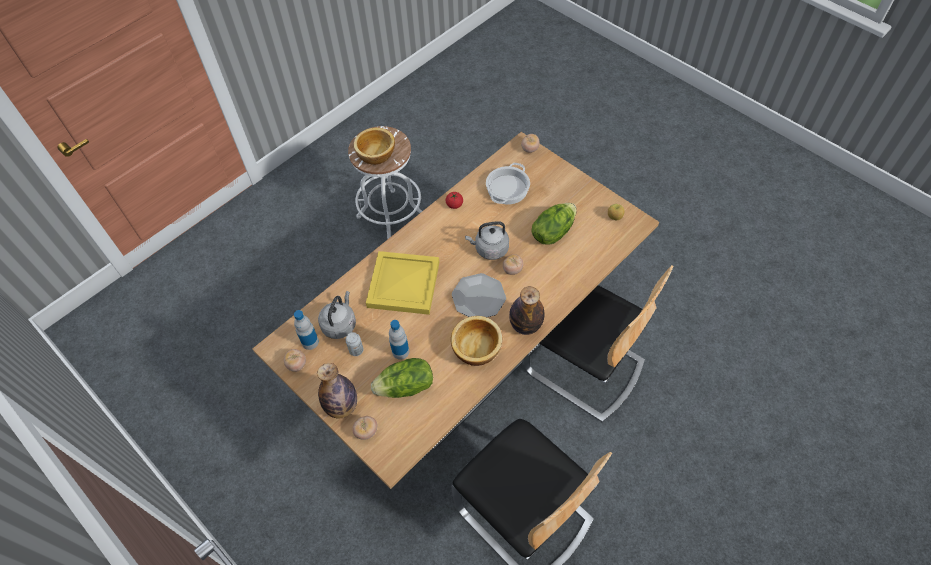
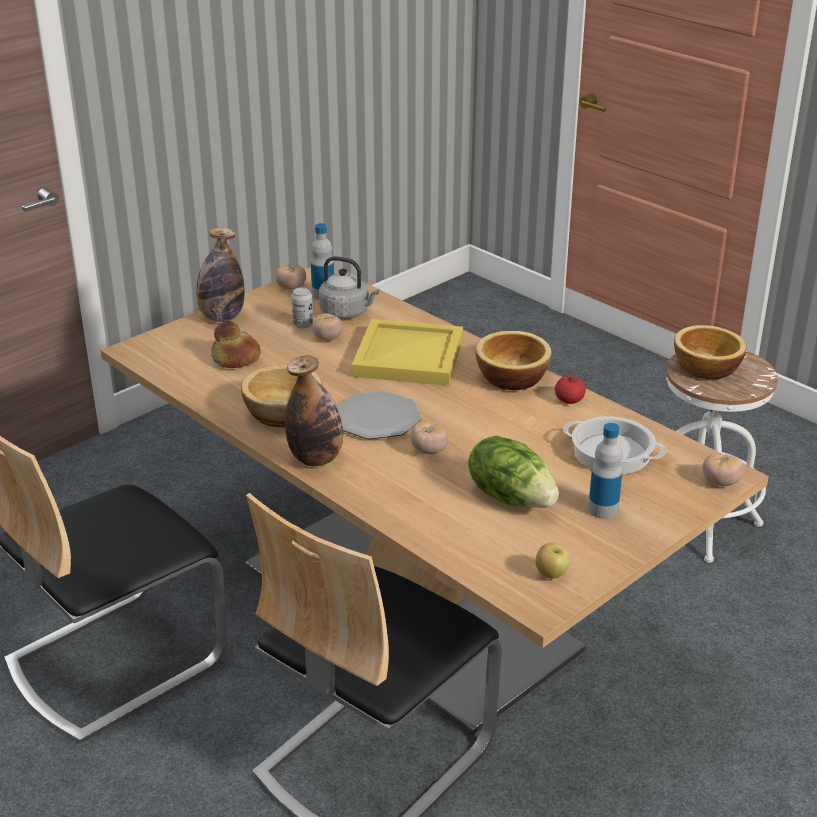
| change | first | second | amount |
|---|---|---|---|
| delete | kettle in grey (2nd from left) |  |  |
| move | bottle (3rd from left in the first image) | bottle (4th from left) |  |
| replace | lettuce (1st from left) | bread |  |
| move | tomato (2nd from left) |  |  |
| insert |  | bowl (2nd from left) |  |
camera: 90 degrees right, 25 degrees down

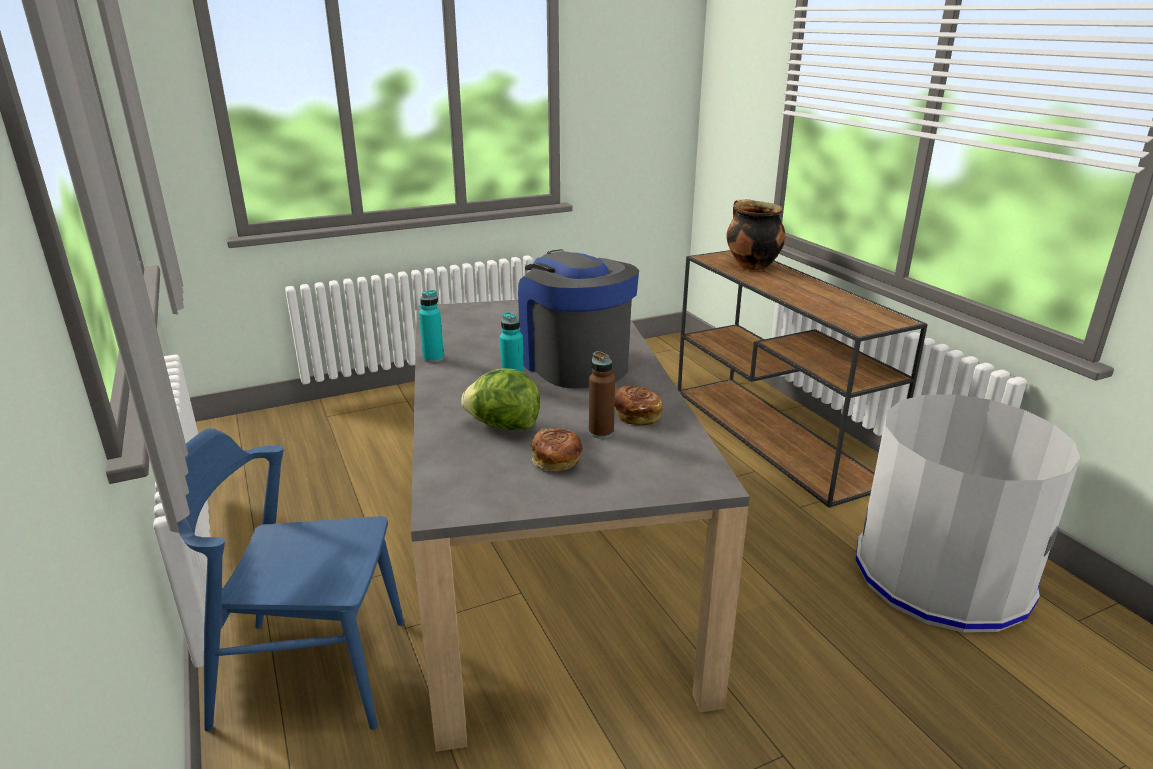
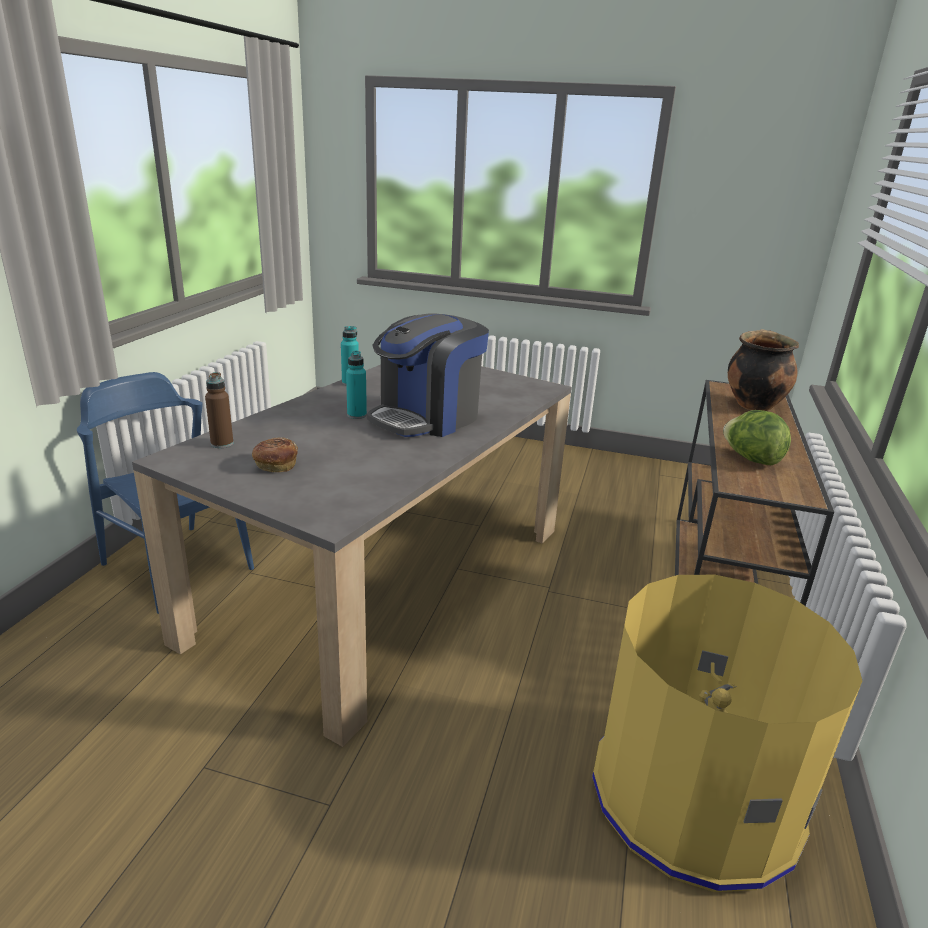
| change | first | second | amount |
|---|---|---|---|
| rotate | coffee machine |  | 150 degrees counterclockwise |
| move | bottle in brown |  |  |
| move | lettuce |  |  |
| delete | bread (2nd from left) |  |  |
| recolor | trash can in grey | trash can in yellow |  |
camera: 40 degrees right, 0 degrees up

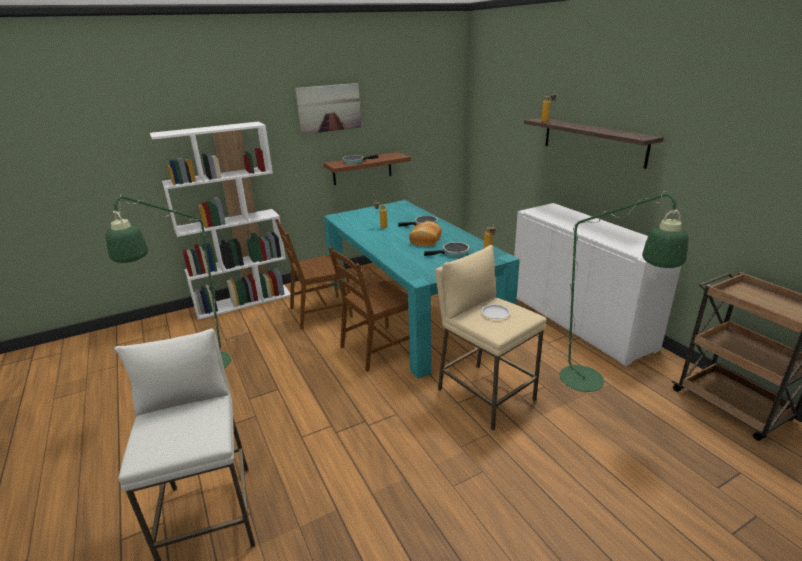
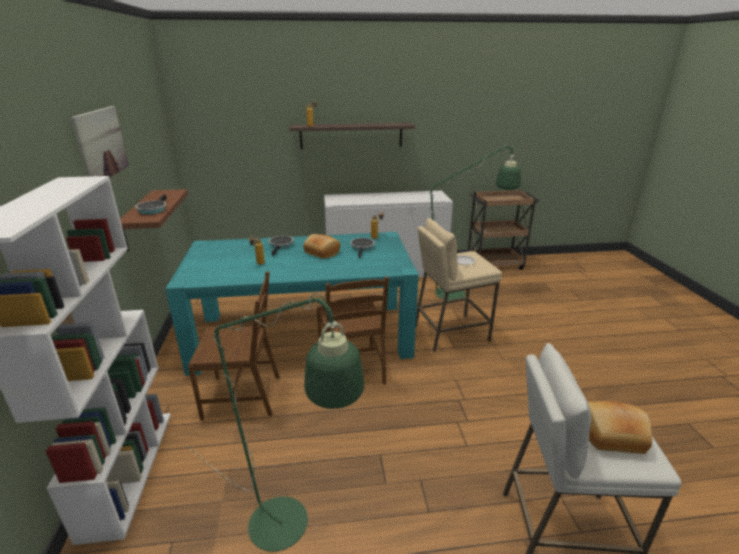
| change | first | second | amount |
|---|---|---|---|
| rotate | chair in brown (1st from left) |  | 90 degrees counterclockwise |
| insert |  | bread (2nd from left) |  |
camera: 70 degrees left, 0 degrees up

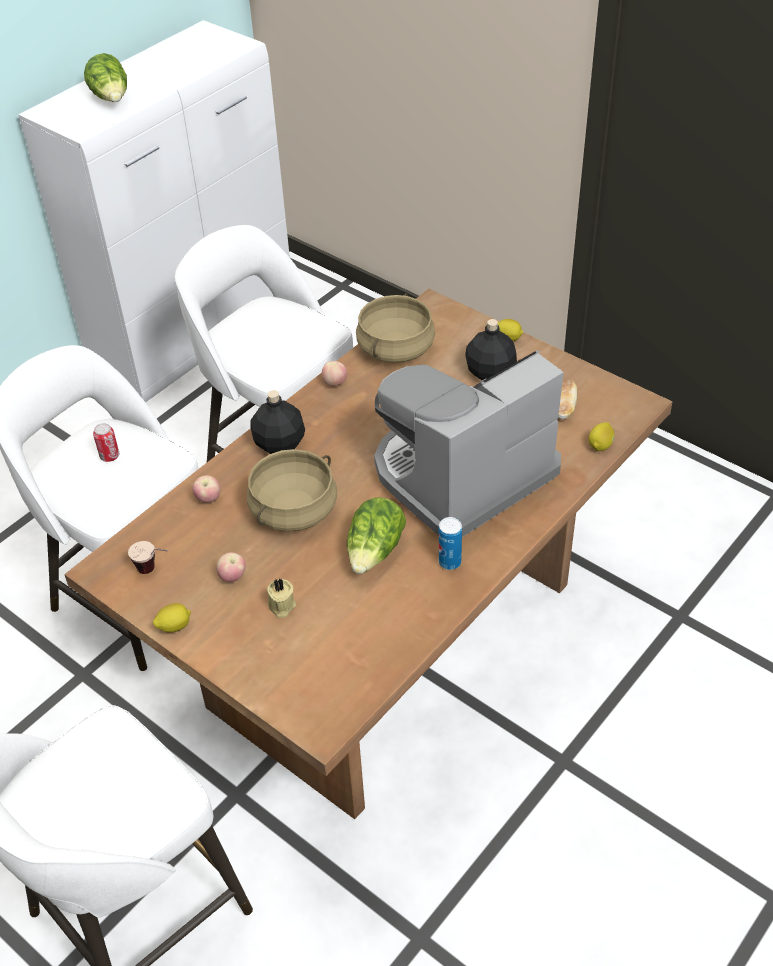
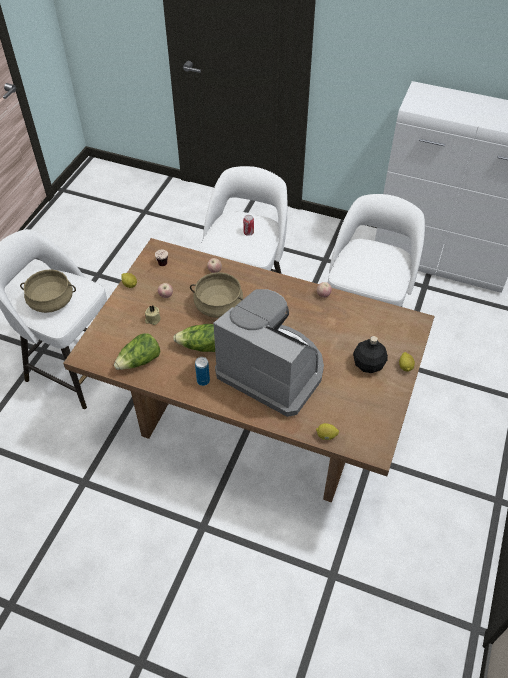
| change | first | second | amount |
|---|---|---|---|
| move | lettuce (1st from left) |  |  |
| move | cooking pot in beige (2nd from left in the first image) | cooking pot in beige (1st from left) |  |
| delete | bread |  |  |
| delete | bottle in black (1st from left) |  |  |
camera: 70 degrees right, 5 degrees up

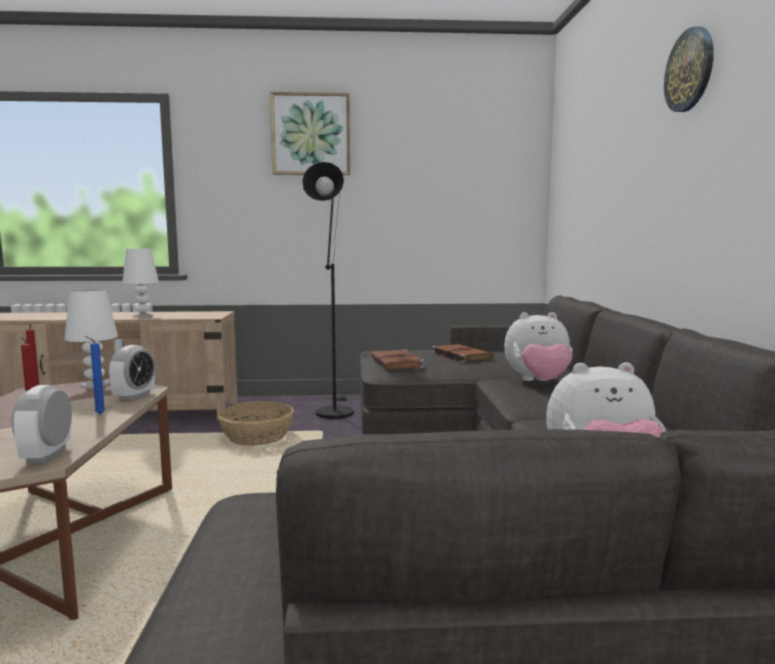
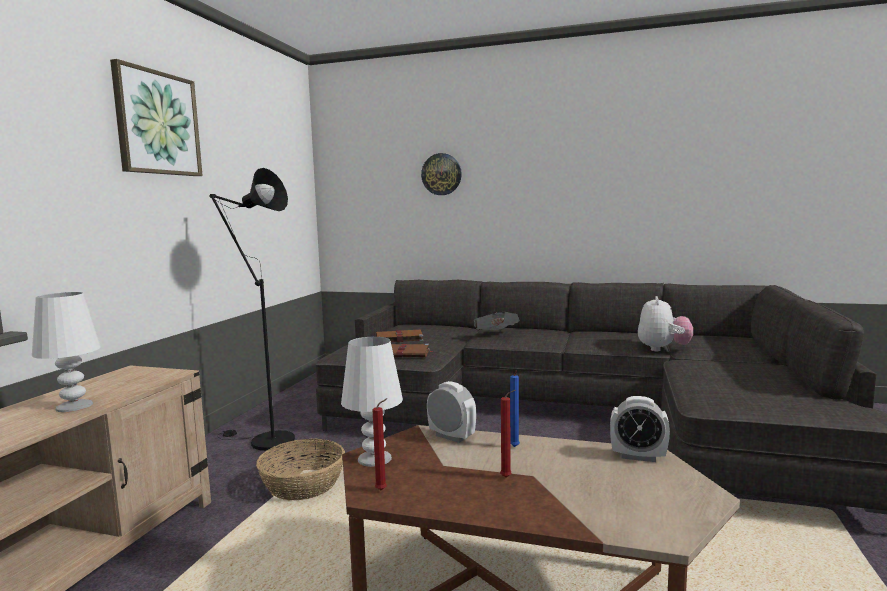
| change | first | second | amount |
|---|---|---|---|
| move | wall clock |  |  |
| replace | plush toy (1st from left) | newspaper |  |
camera: 70 degrees left, 0 degrees up

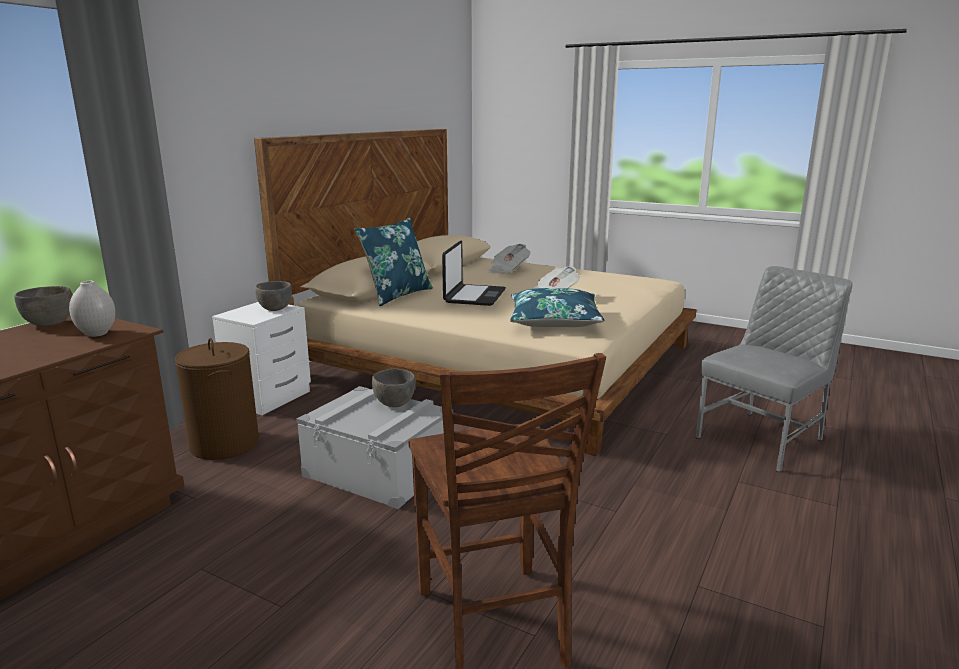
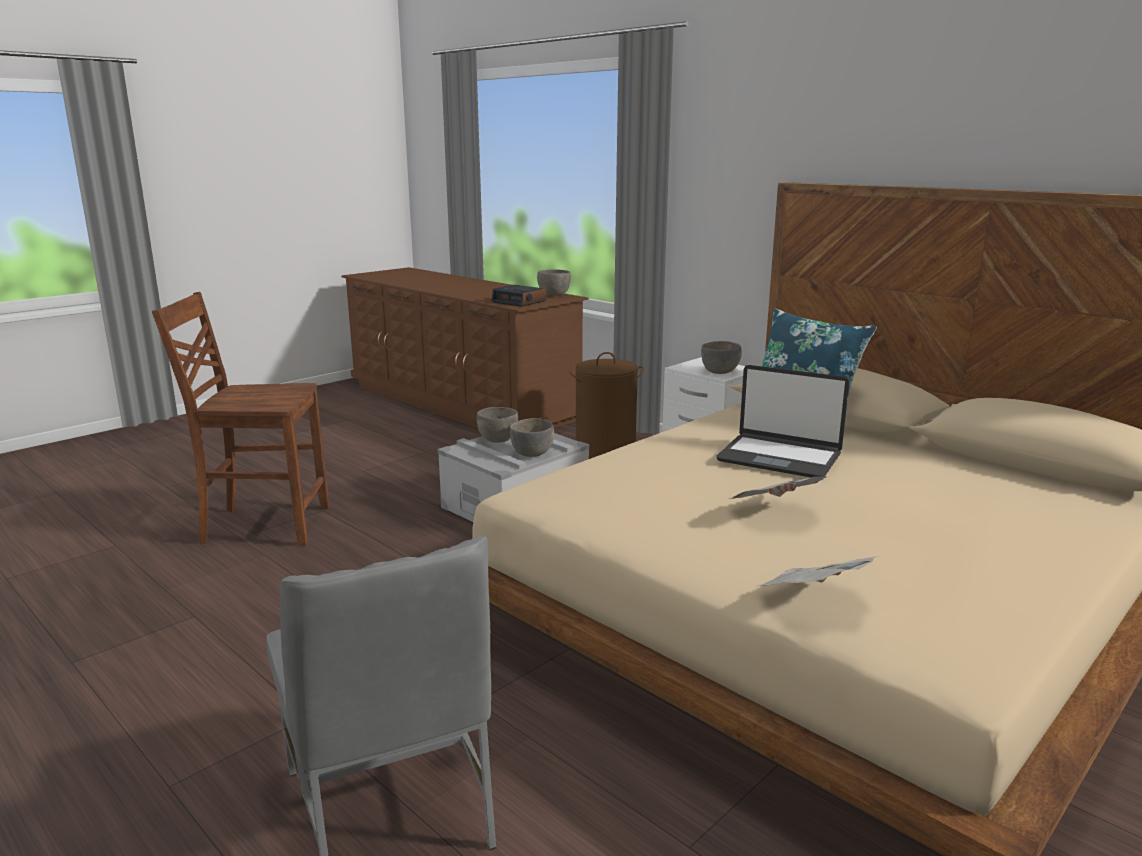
| change | first | second | amount |
|---|---|---|---|
| move | newspaper (1st from left in the first image) | newspaper (2nd from left) |  |
| replace | vase in white | alarm clock |  |
| delete | pillow in blue (2nd from left) |  |  |
| insert |  | bowl in grey (1st from left) |  |
camera: 105 degrees right, 0 degrees up

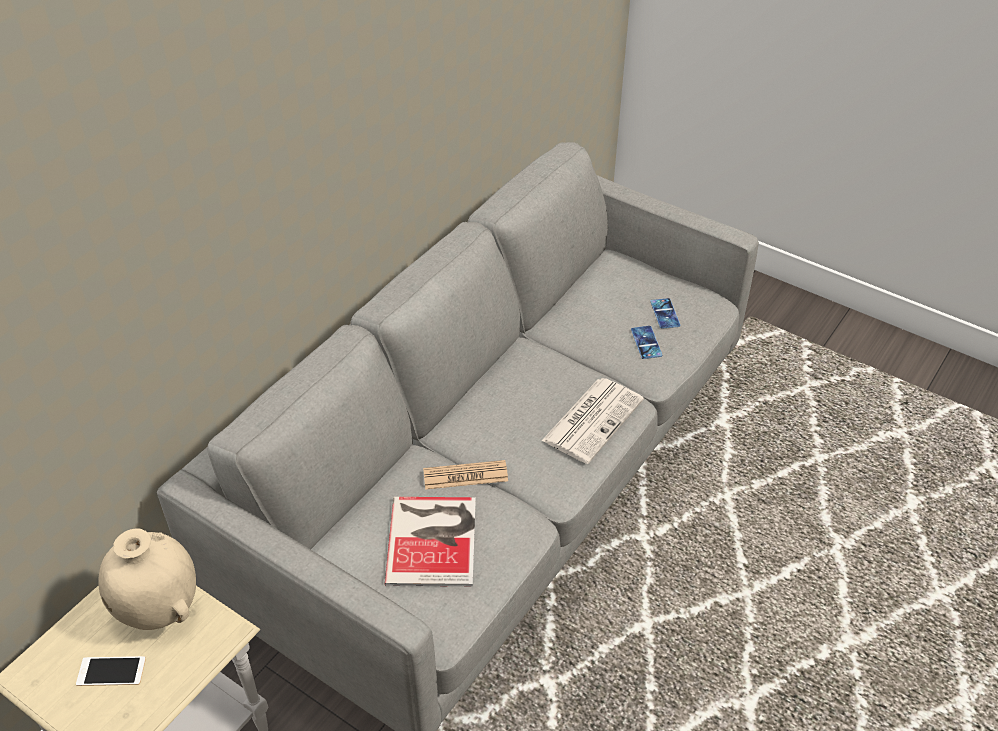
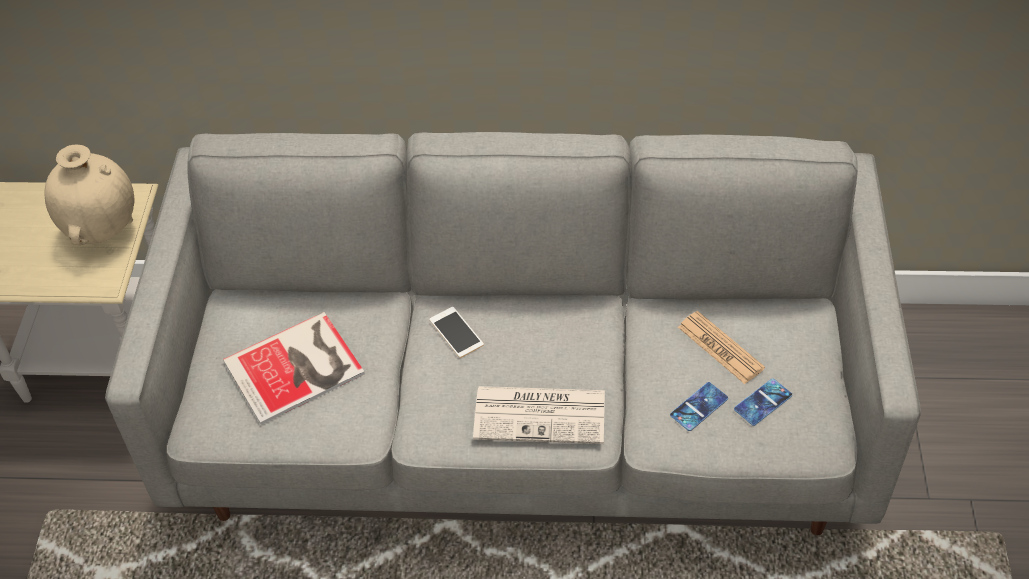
| change | first | second | amount |
|---|---|---|---|
| move | newspaper (1st from left in the first image) | newspaper (2nd from left) |  |
| move | phone (1st from left) |  |  |
camera: 60 degrees right, 5 degrees up

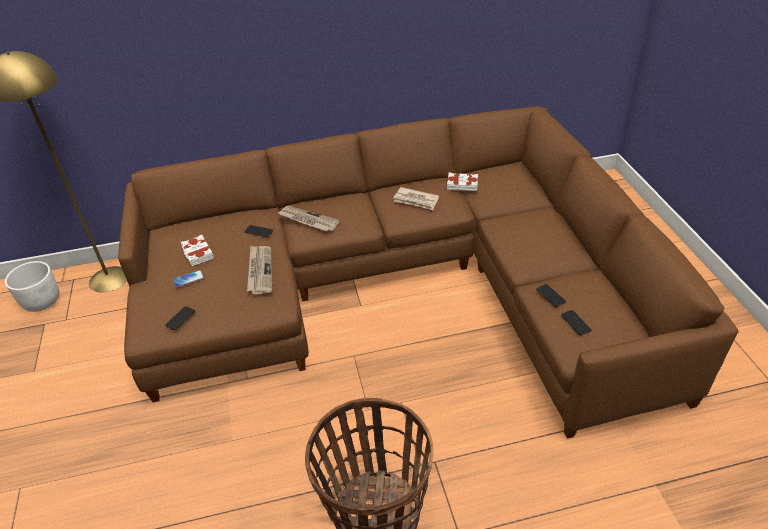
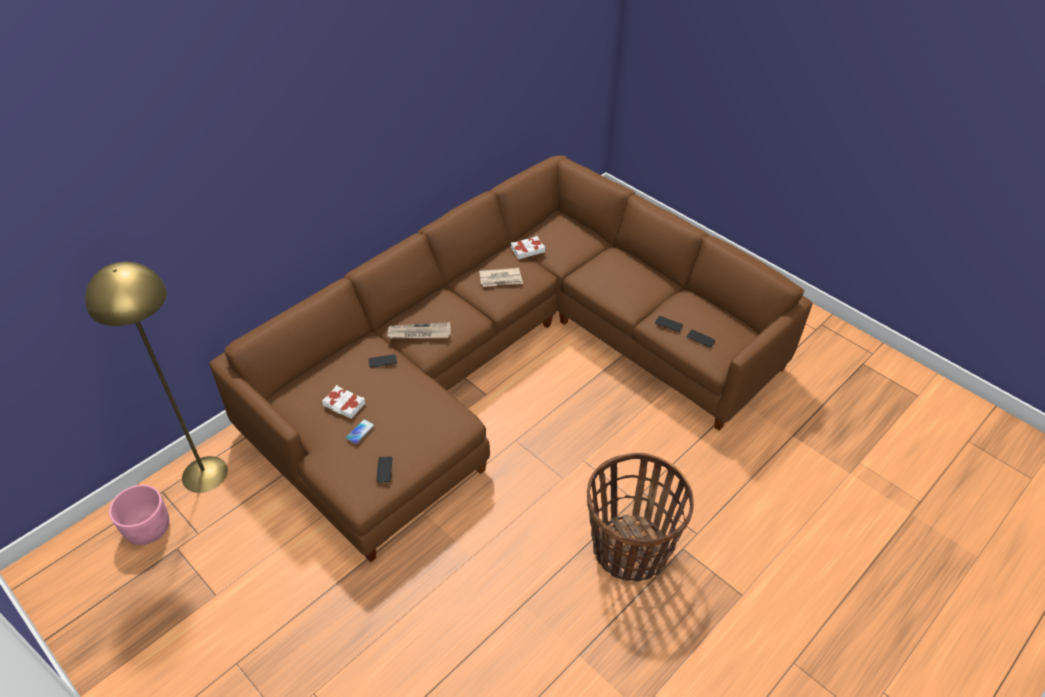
| change | first | second | amount |
|---|---|---|---|
| delete | newspaper (1st from left) |  |  |
| recolor | planter in white | planter in pink |  |
camera: 35 degrees left, 5 degrees up

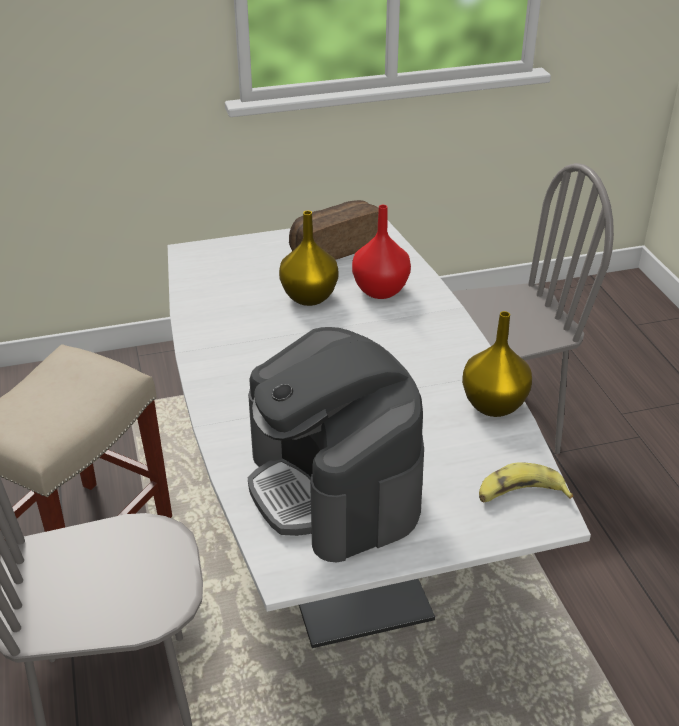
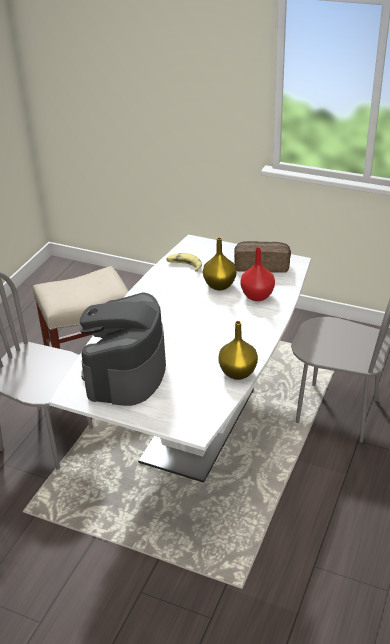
| change | first | second | amount |
|---|---|---|---|
| move | banana |  |  |
camera: 40 degrees right, 0 degrees up

